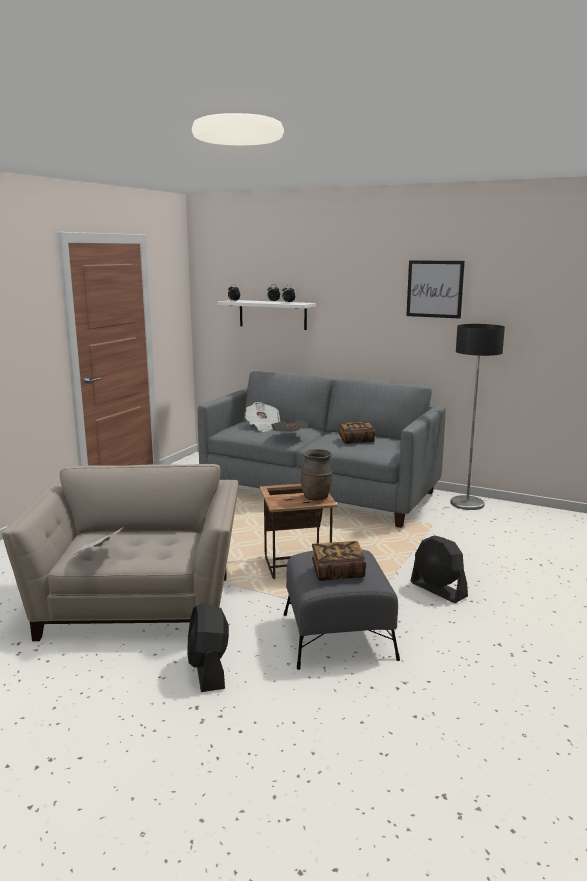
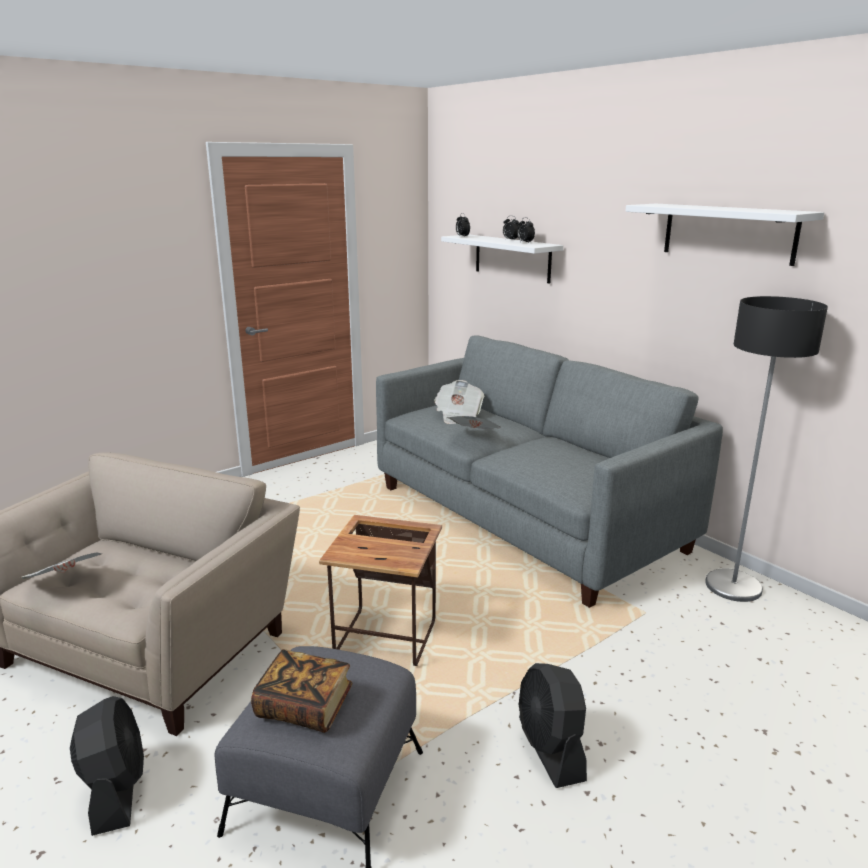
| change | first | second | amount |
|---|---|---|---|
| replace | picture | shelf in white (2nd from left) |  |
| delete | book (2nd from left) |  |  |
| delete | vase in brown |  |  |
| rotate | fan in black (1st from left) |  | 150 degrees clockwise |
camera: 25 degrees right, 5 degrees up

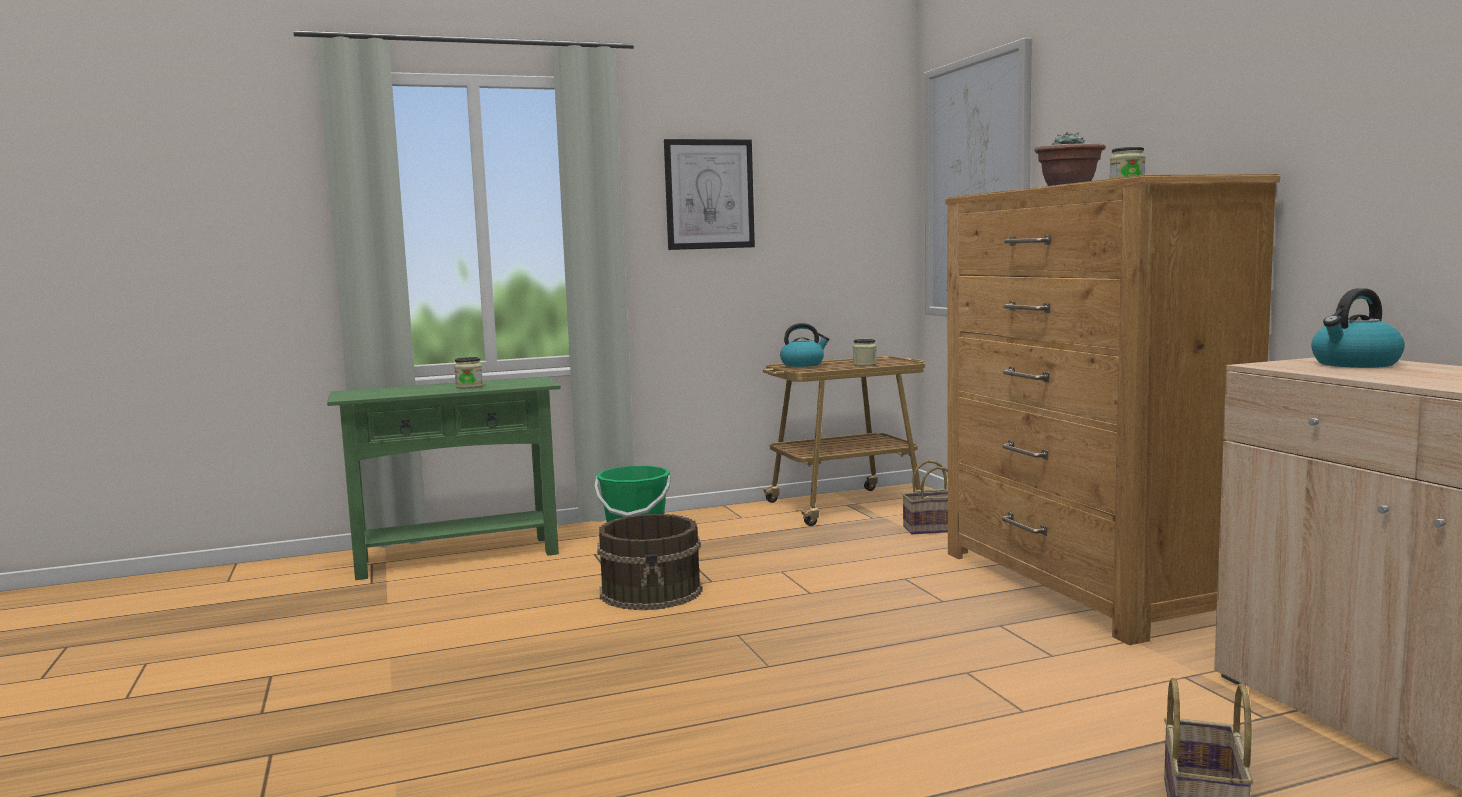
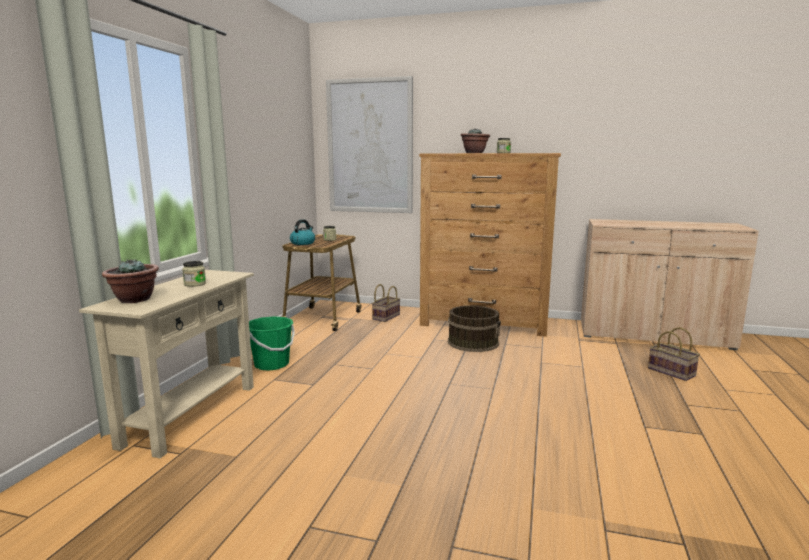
| change | first | second | amount |
|---|---|---|---|
| delete | picture (1st from left) |  |  |
| delete | kettle (2nd from left) |  |  |
| recolor | console table in green | console table in beige |  |
| move | bucket in brown |  |  |
| insert |  | potted plant (1st from left) |  |
camera: 55 degrees left, 5 degrees up

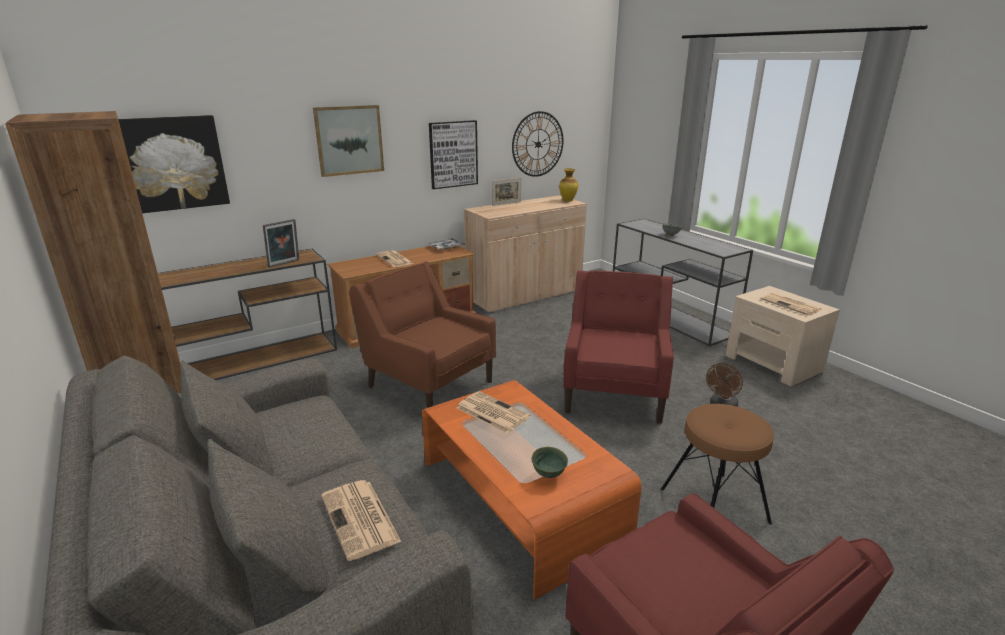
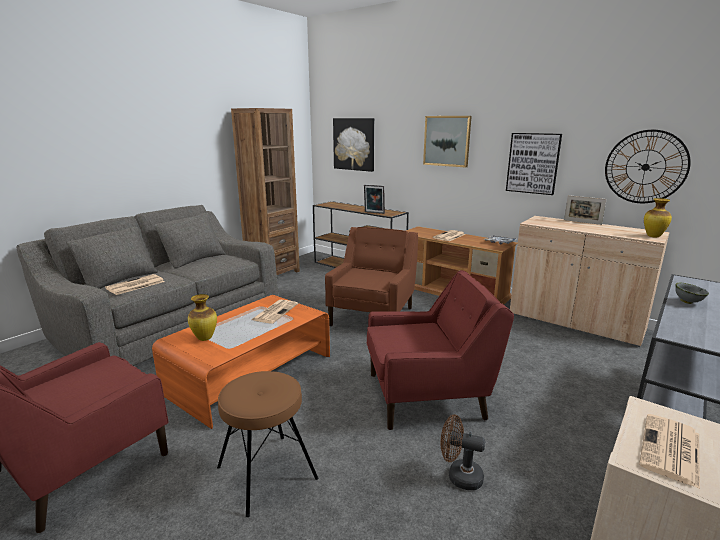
| change | first | second | amount |
|---|---|---|---|
| replace | bowl in green | vase (1st from left) |  |
camera: 70 degrees right, 5 degrees down

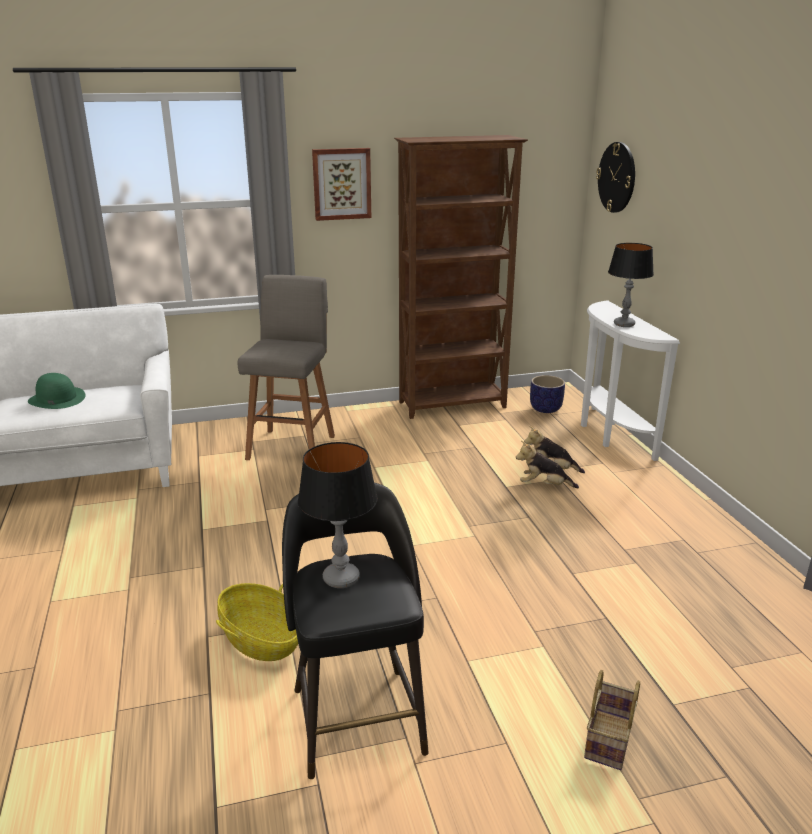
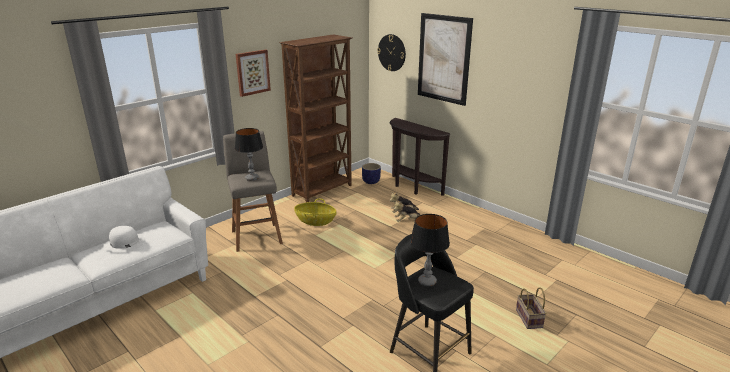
| change | first | second | amount |
|---|---|---|---|
| move | table lamp (2nd from left in the first image) | table lamp (1st from left) |  |
| recolor | console table in white | console table in brown |  |
| recolor | hat in green | hat in white |  |
| move | basket (1st from left) |  |  |
| insert |  | picture (2nd from left) |  |
camera: 30 degrees left, 0 degrees up

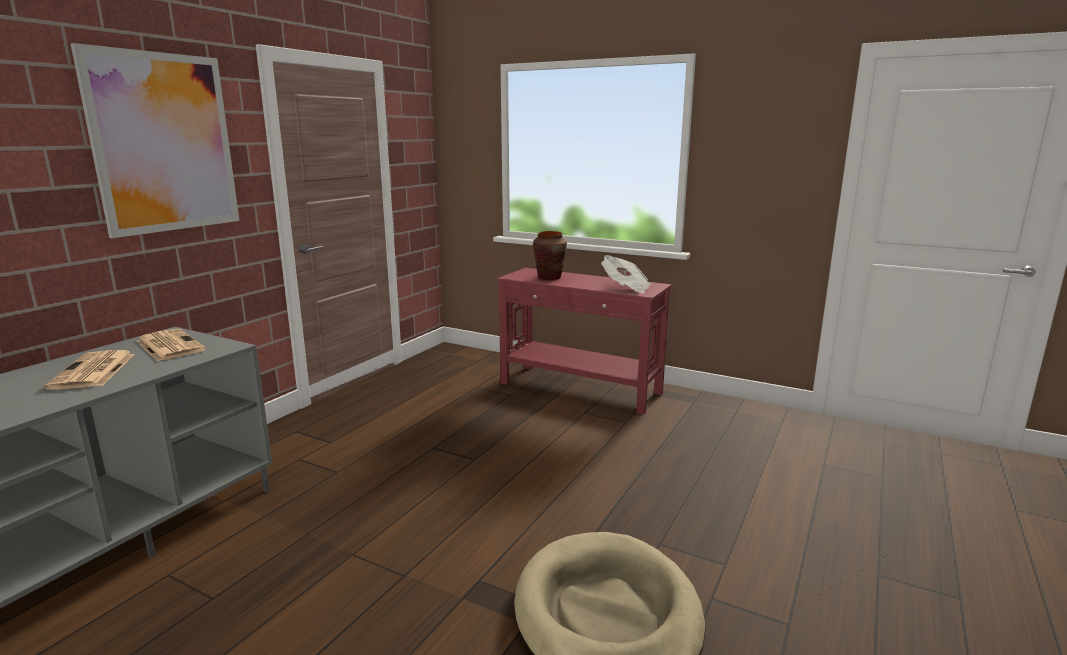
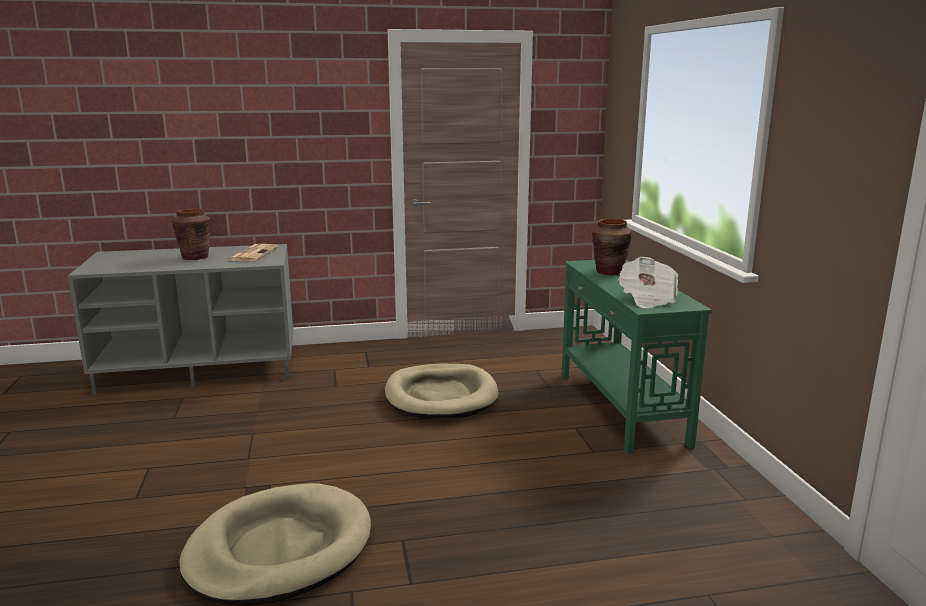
| change | first | second | amount |
|---|---|---|---|
| delete | picture |  |  |
| recolor | console table in red | console table in green |  |
| replace | newspaper (1st from left) | vase in brown (1st from left) |  |
| insert |  | dog bed in beige (2nd from left) |  |
camera: 50 degrees right, 0 degrees up

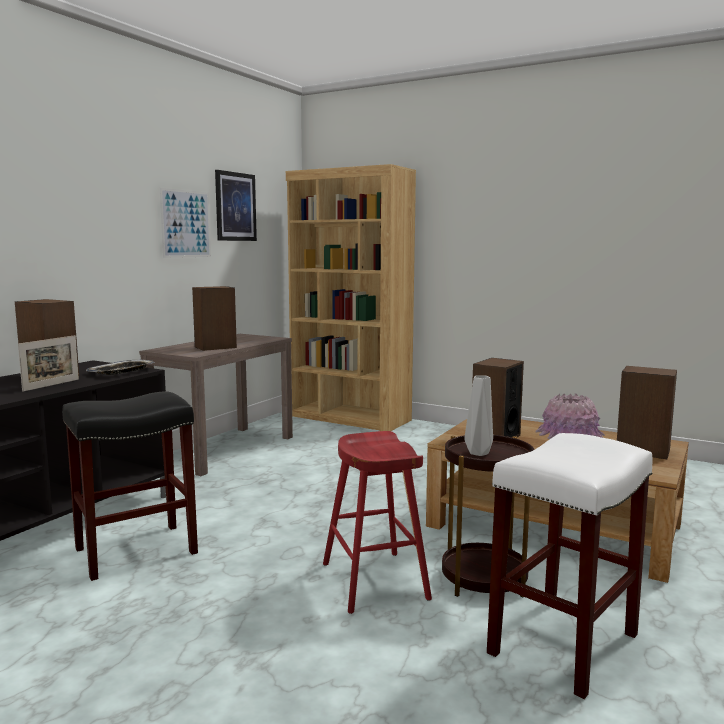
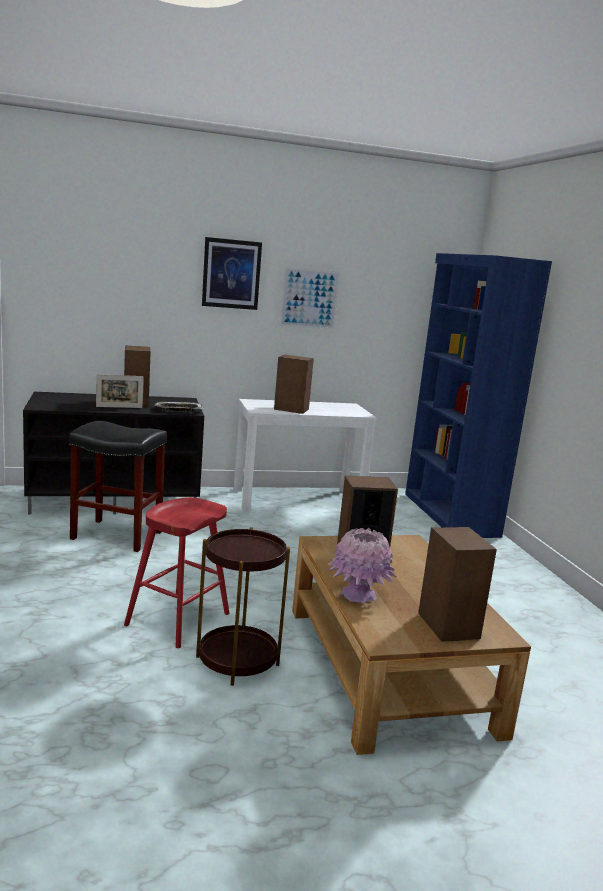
| change | first | second | amount |
|---|---|---|---|
| recolor | bookcase in brown | bookcase in blue |  |
| move | picture (2nd from left in the first image) | picture (1st from left) |  |
| recolor | console table in brown | console table in white |  |
| delete | vase in grey |  |  |
| delete | stool in white |  |  |
camera: 45 degrees right, 5 degrees up

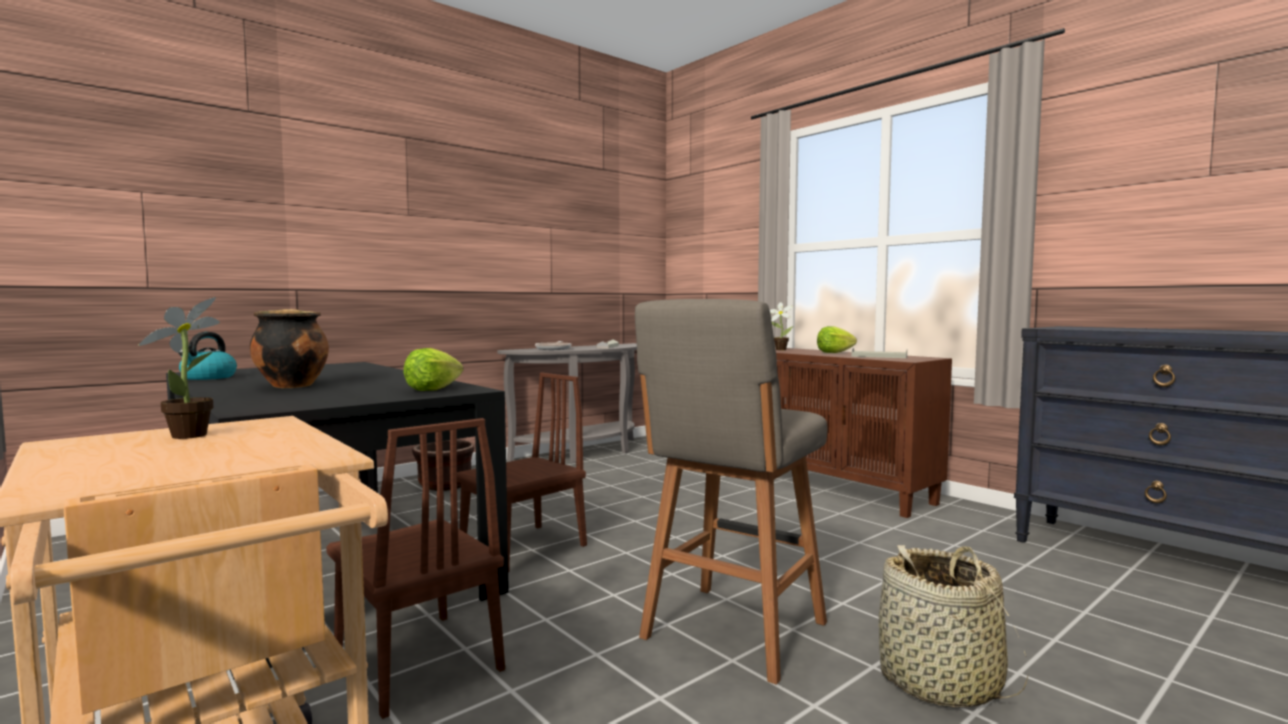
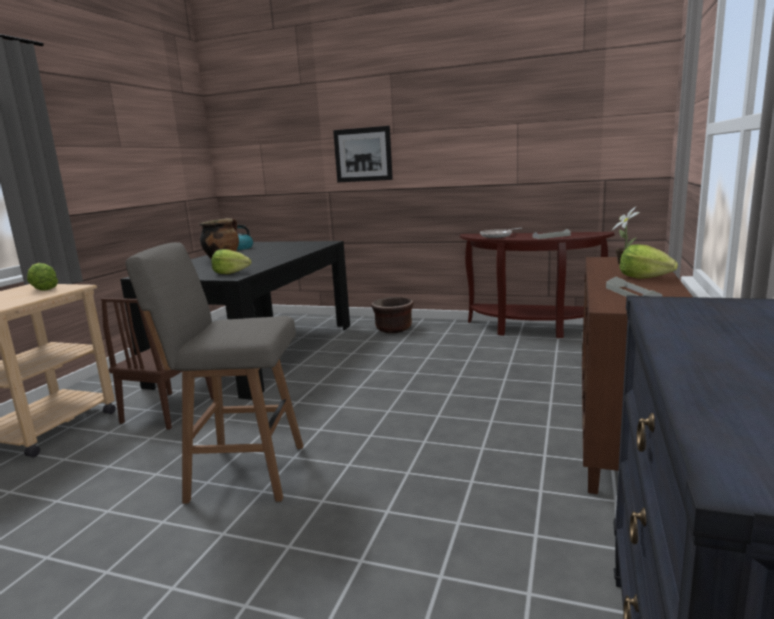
| change | first | second | amount |
|---|---|---|---|
| replace | potted plant (1st from left) | lettuce (1st from left) |  |
| recolor | console table in grey | console table in brown |  |
| delete | chair in brown (2nd from left) |  |  |
| delete | basket |  |  |
| insert |  | picture |  |
camera: 60 degrees right, 10 degrees up

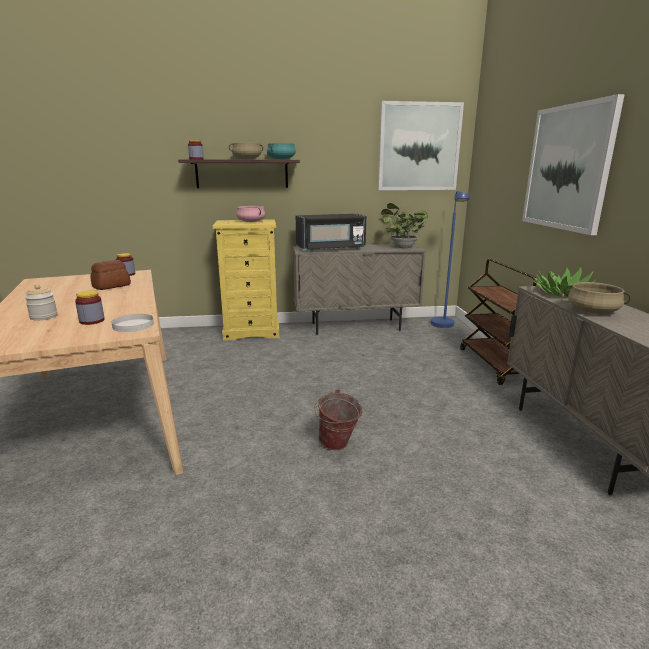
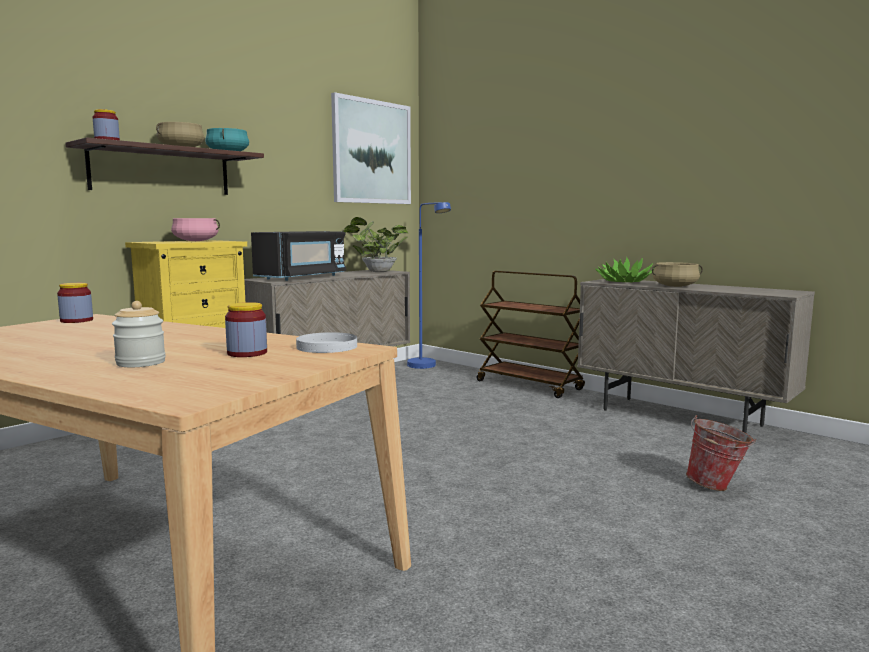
| change | first | second | amount |
|---|---|---|---|
| delete | picture (2nd from left) |  |  |
| delete | bread |  |  |
| move | bucket |  |  |
camera: 40 degrees left, 10 degrees down

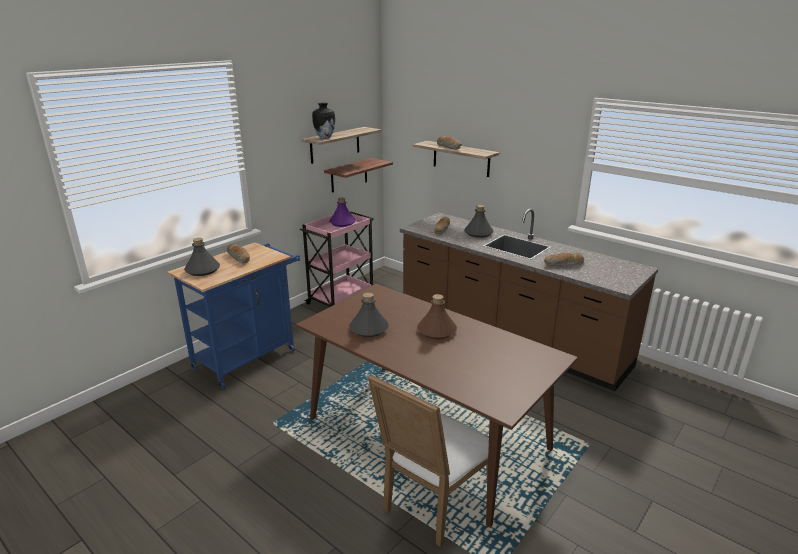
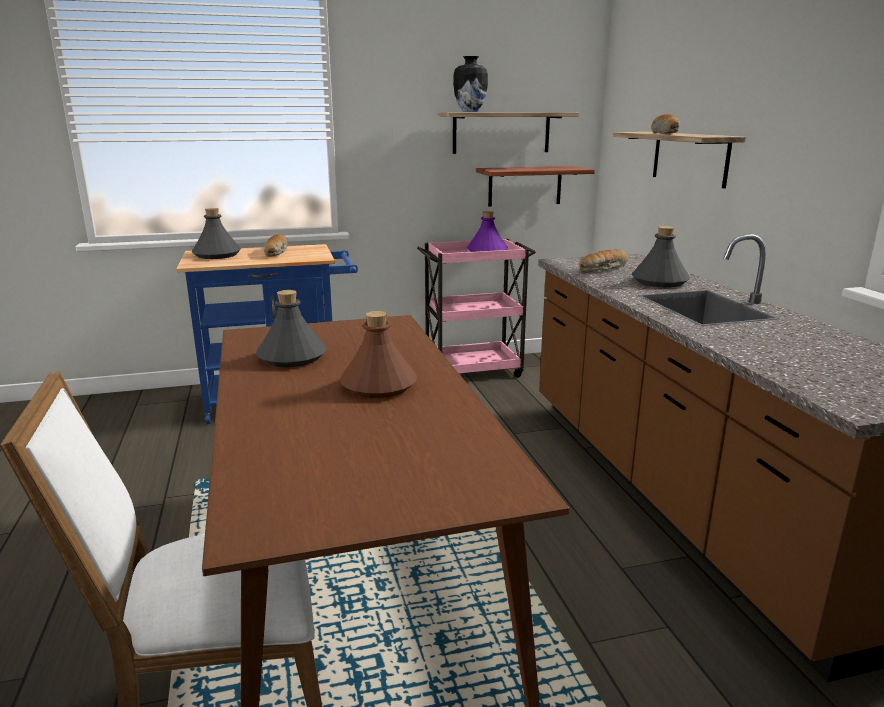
| change | first | second | amount |
|---|---|---|---|
| delete | bread (4th from left) |  |  |
camera: 35 degrees right, 5 degrees down

